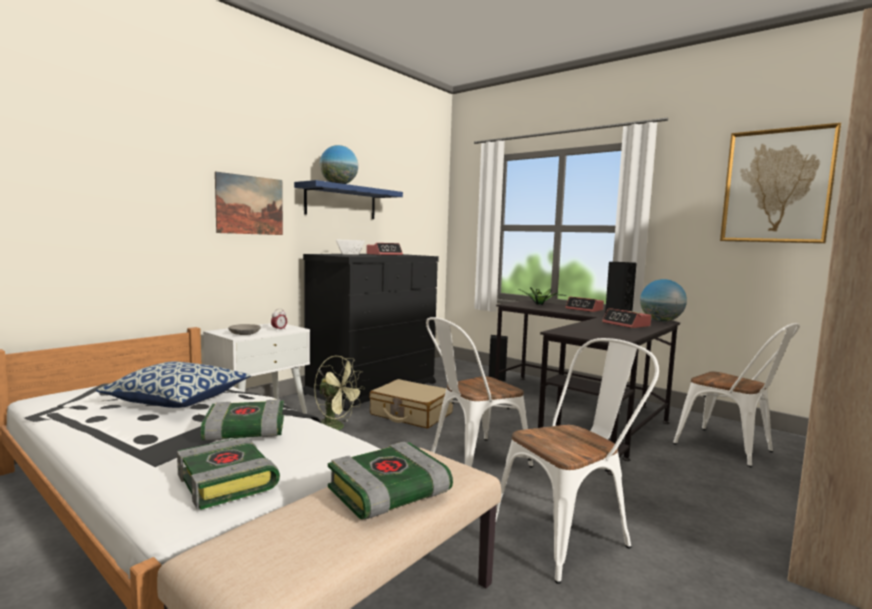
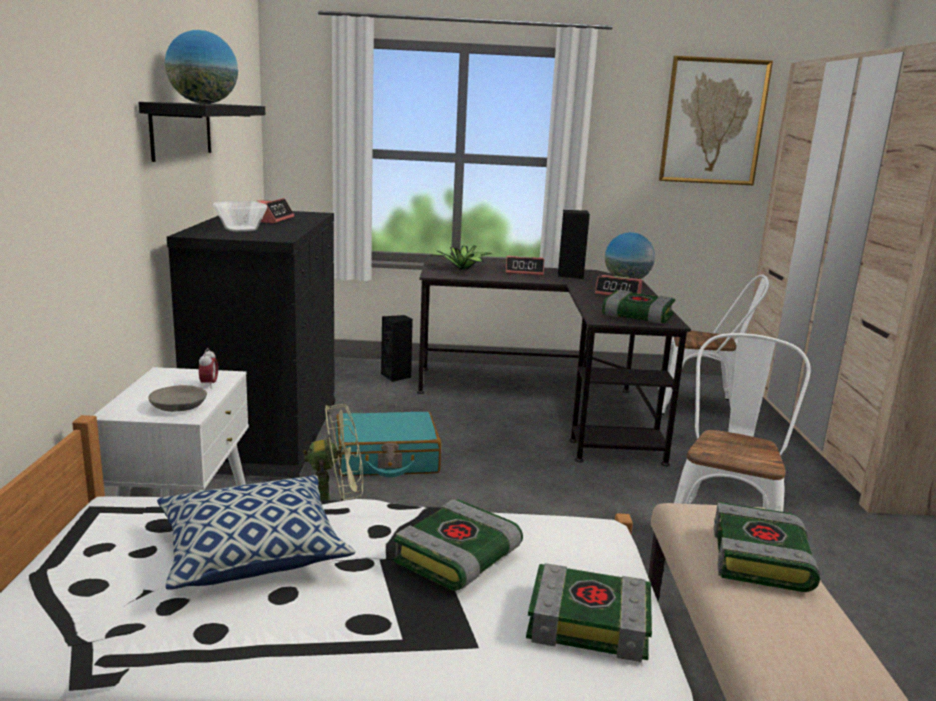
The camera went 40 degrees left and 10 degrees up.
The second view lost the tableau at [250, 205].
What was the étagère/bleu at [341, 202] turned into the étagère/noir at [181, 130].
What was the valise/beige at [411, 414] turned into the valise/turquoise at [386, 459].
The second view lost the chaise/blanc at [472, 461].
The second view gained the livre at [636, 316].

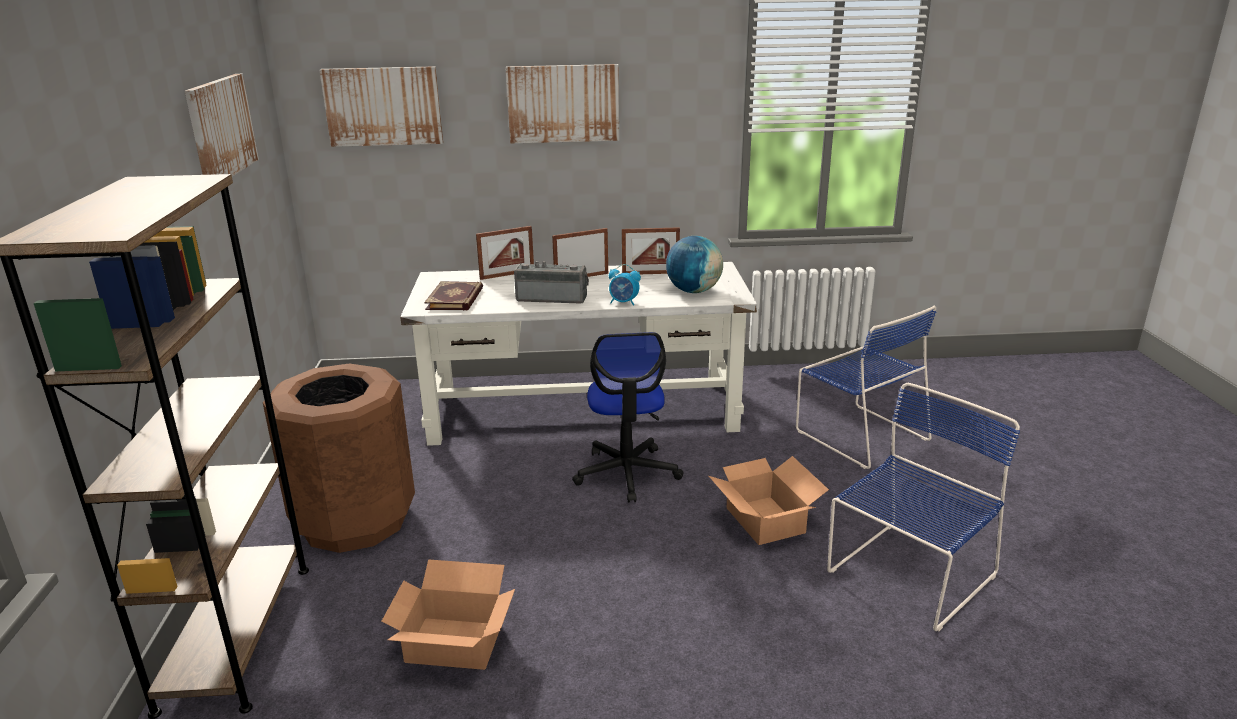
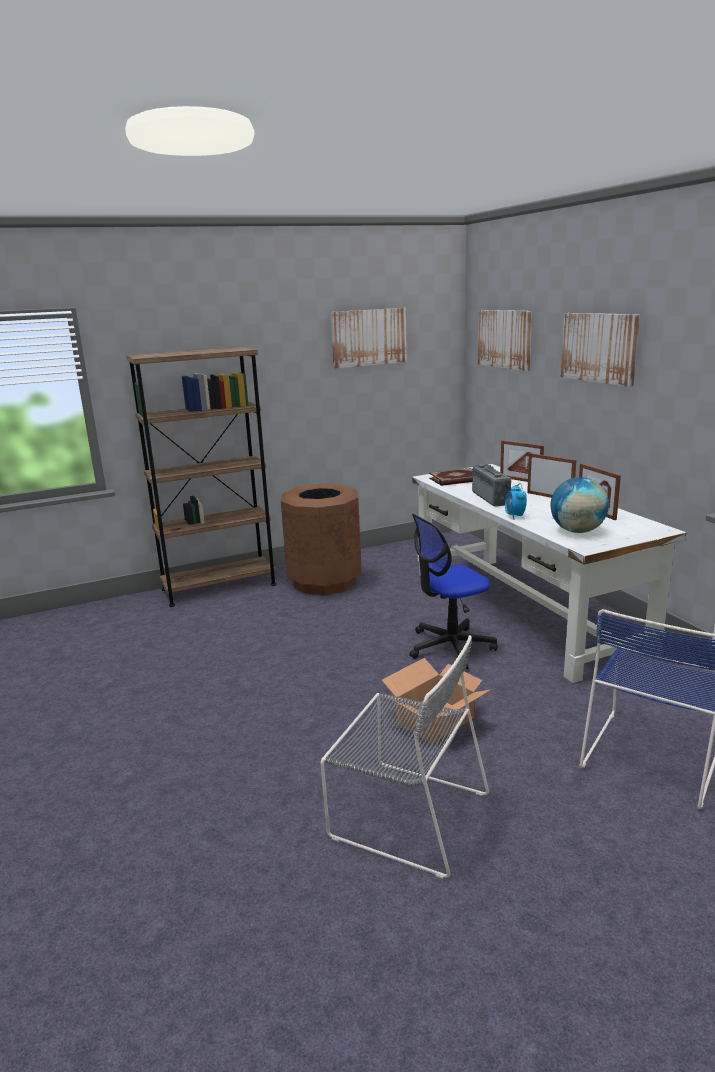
The camera went 70 degrees right and 5 degrees down.
The second view lost the carton at [453, 642].
What was the chaise/bleu at [908, 576] turned into the chaise/gris at [405, 813].

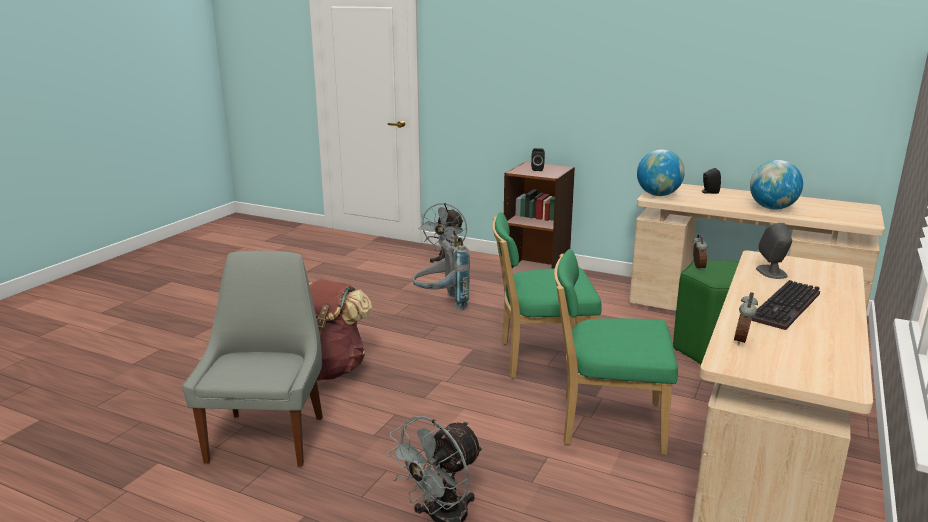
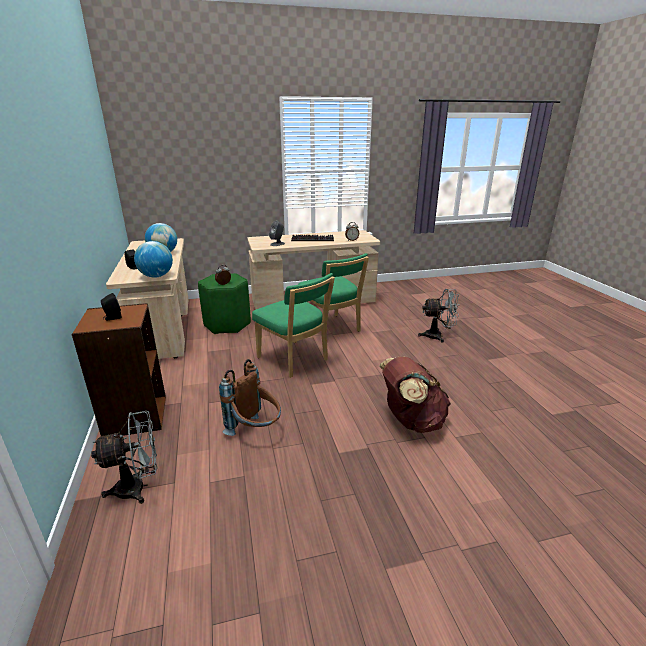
The camera went 130 degrees left and 5 degrees up.
The second view lost the chaise/gris at [268, 436].
What was the sac à dos/gris at [441, 304] turned into the sac à dos/marron at [255, 431].

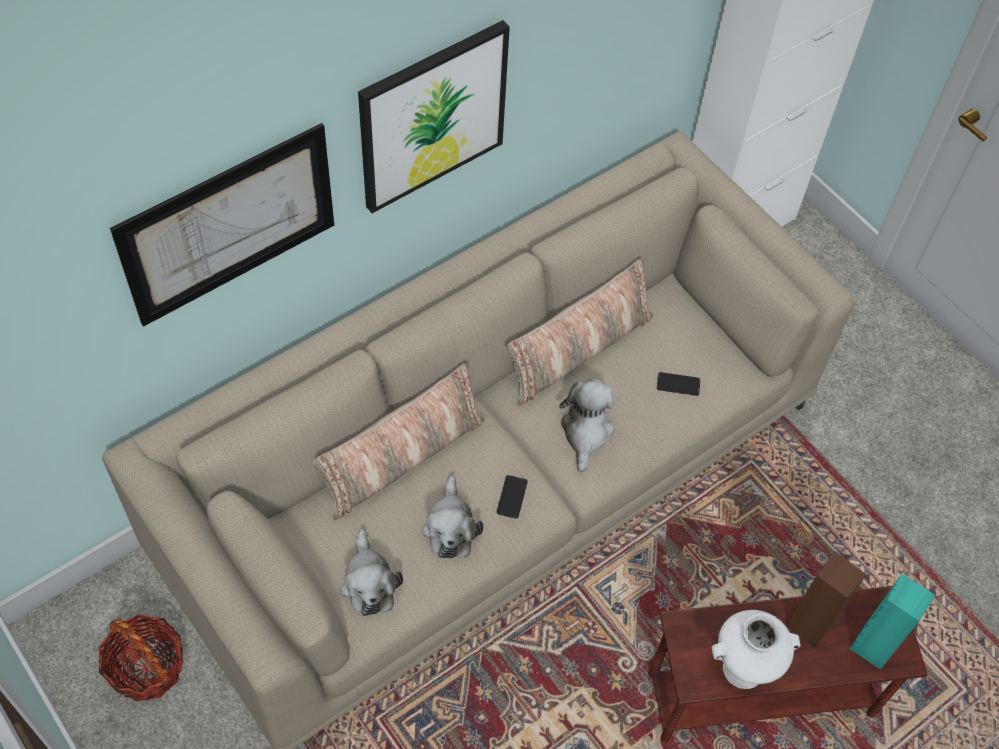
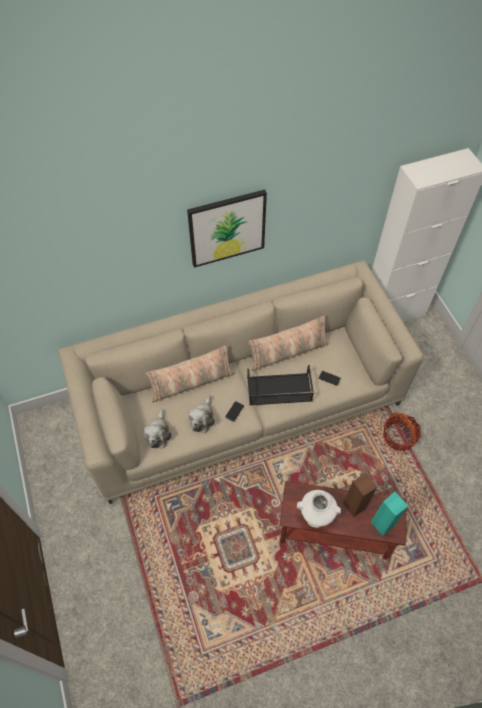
The camera went 20 degrees right and 0 degrees up.
The panier ended up elsewhere, having gone from [147, 667] to [399, 437].
The second view lost the tableau at [229, 225].
Where the peluche stood at [586, 431], the plateau/noir came to stand at [278, 390].

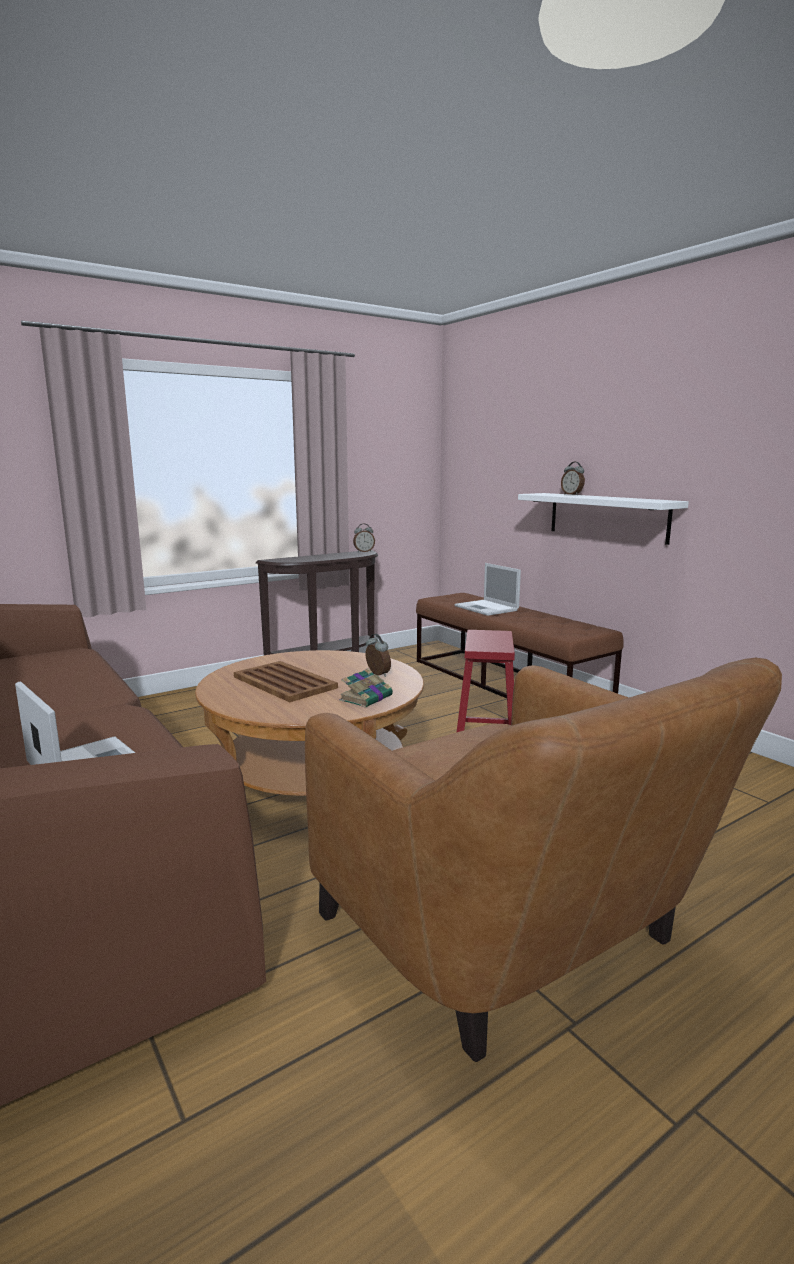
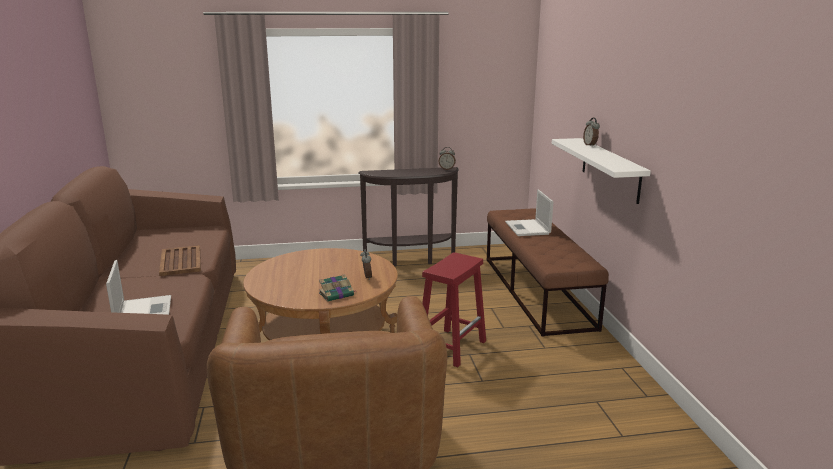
The camera went 25 degrees right and 5 degrees up.
The plateau/marron ended up elsewhere, having gone from [285, 683] to [180, 261].

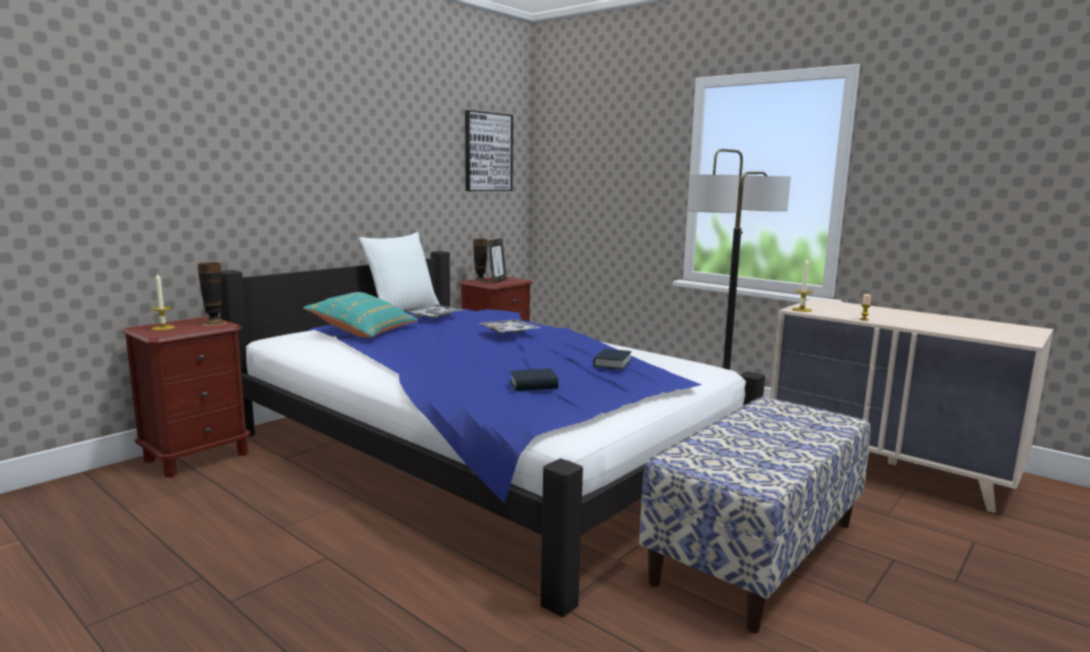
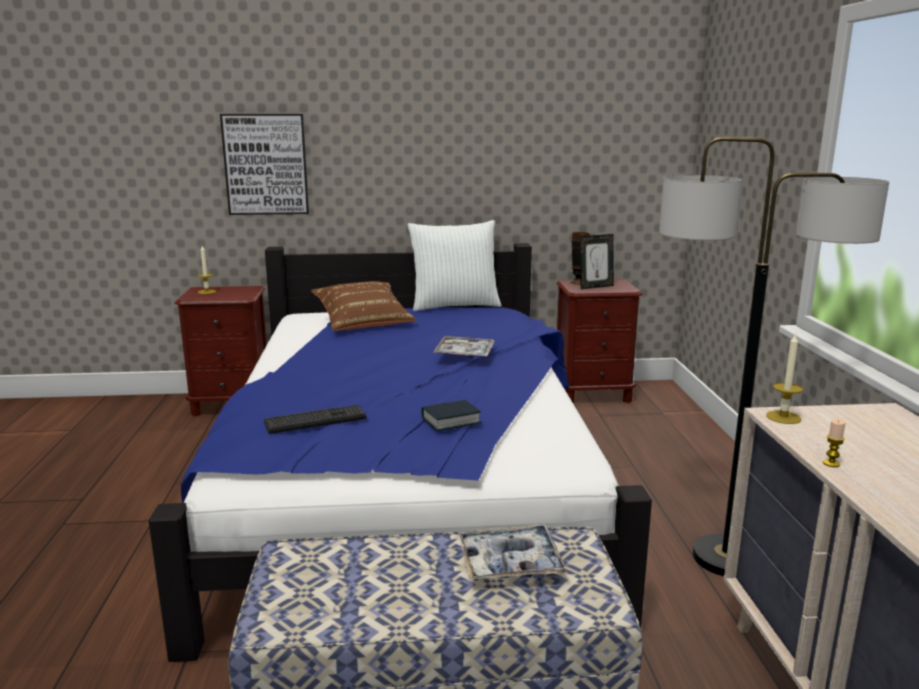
The camera went 45 degrees right and 5 degrees up.
The second view lost the vase at [214, 323].
What was the coussin/turquoise at [363, 331] turned into the coussin/marron at [363, 322].
The plateau ended up elsewhere, having gone from [435, 316] to [510, 562].
The tableau ended up elsewhere, having gone from [487, 152] to [266, 164].
Where the livre stood at [533, 385], the clavier came to stand at [315, 420].

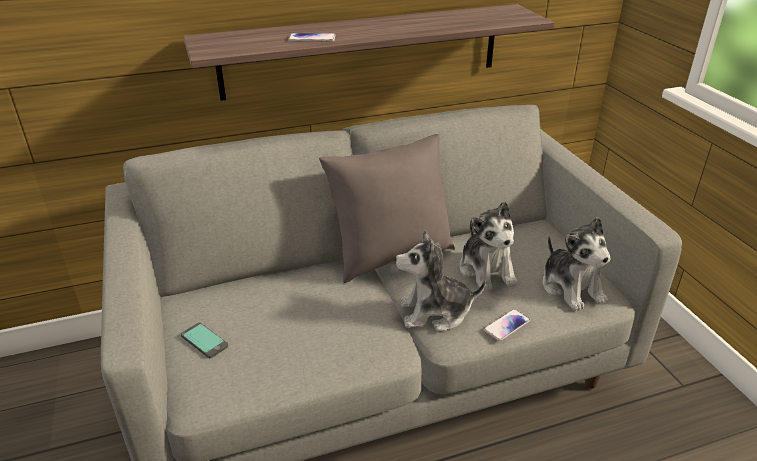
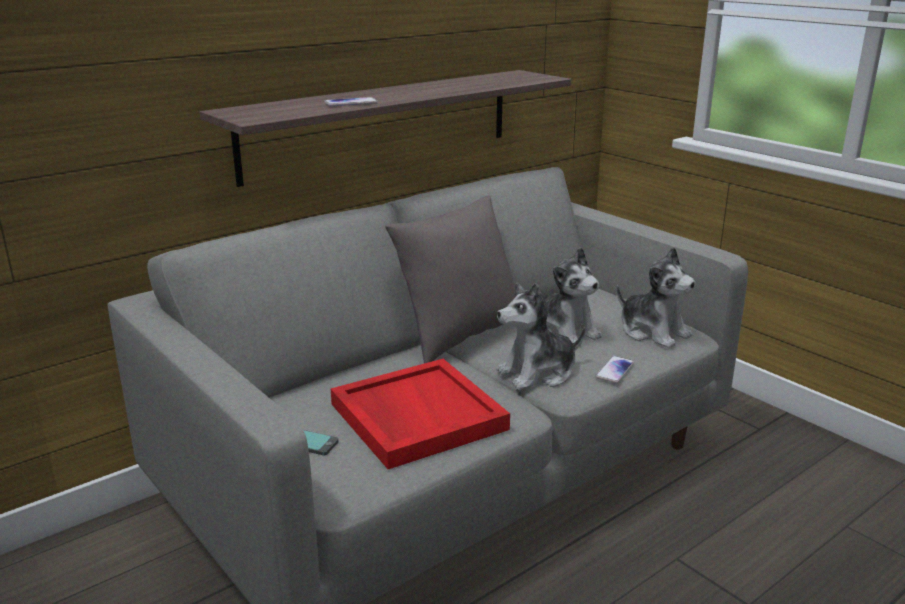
The camera went 20 degrees left and 10 degrees down.
The second view gained the plateau/rouge at [416, 416].

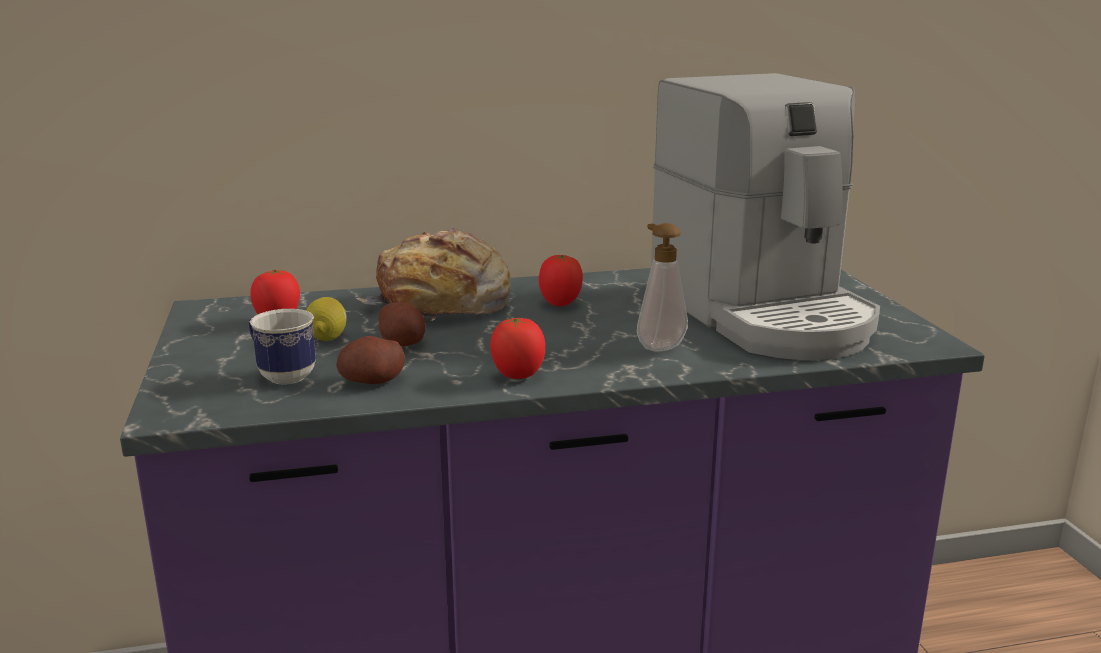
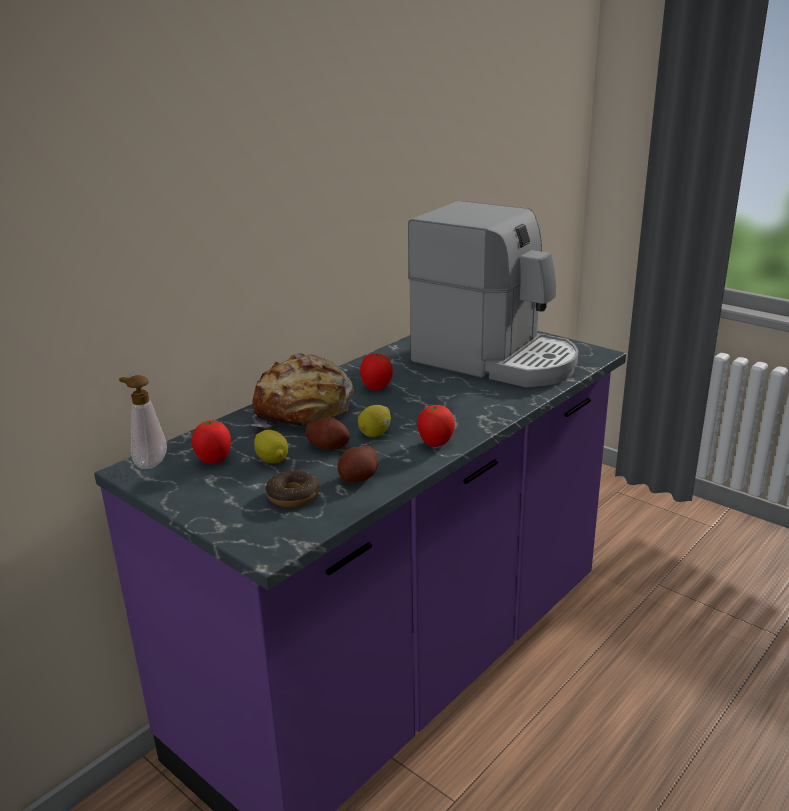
The camera went 35 degrees left and 5 degrees up.
Where the mug stood at [281, 375], the beignet came to stand at [293, 496].
The distributeur de savon ended up elsewhere, having gone from [658, 346] to [149, 463].
The second view gained the citron at [375, 434].

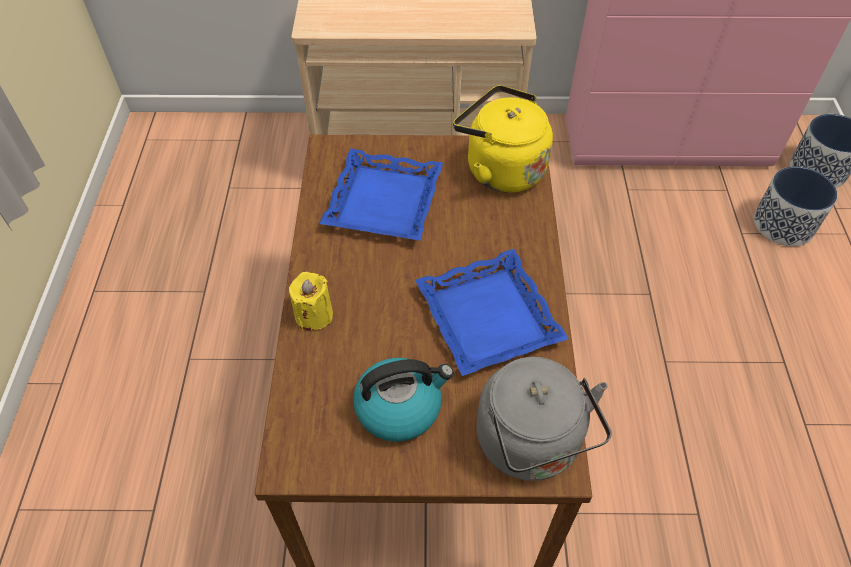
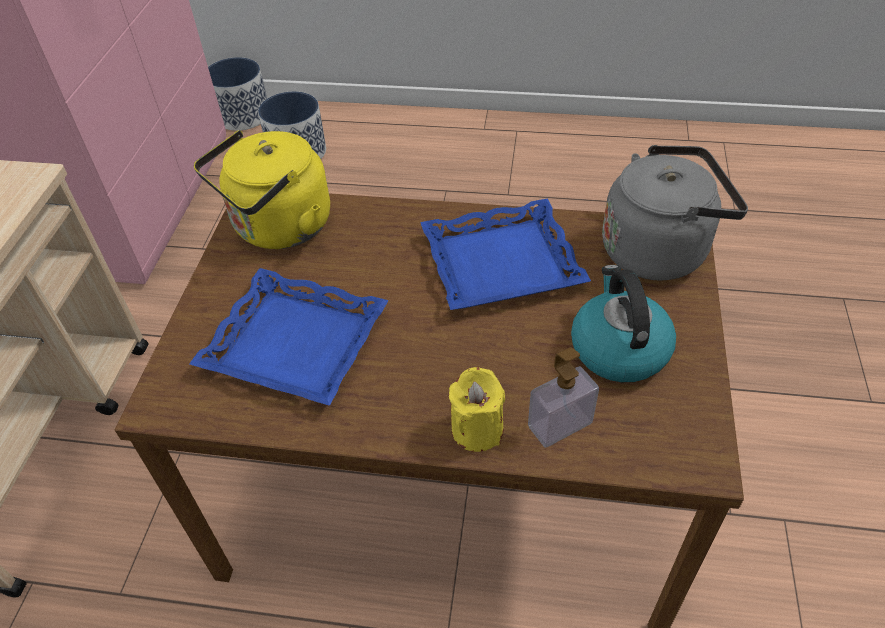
The camera went 80 degrees left and 5 degrees down.
The second view gained the distributeur de savon at [560, 425].

